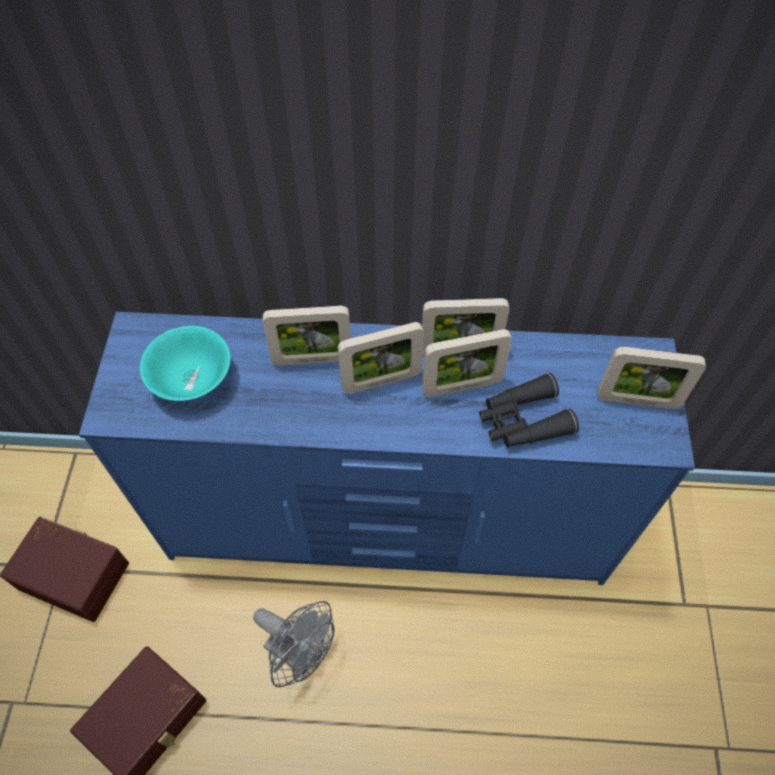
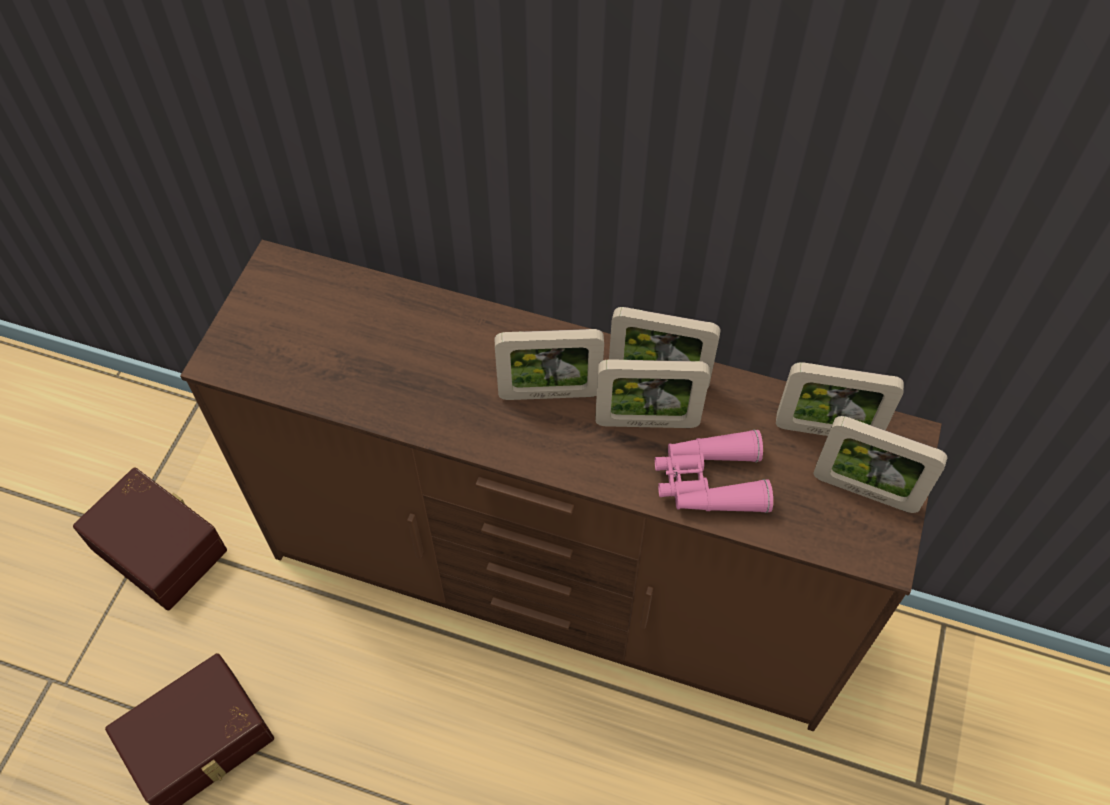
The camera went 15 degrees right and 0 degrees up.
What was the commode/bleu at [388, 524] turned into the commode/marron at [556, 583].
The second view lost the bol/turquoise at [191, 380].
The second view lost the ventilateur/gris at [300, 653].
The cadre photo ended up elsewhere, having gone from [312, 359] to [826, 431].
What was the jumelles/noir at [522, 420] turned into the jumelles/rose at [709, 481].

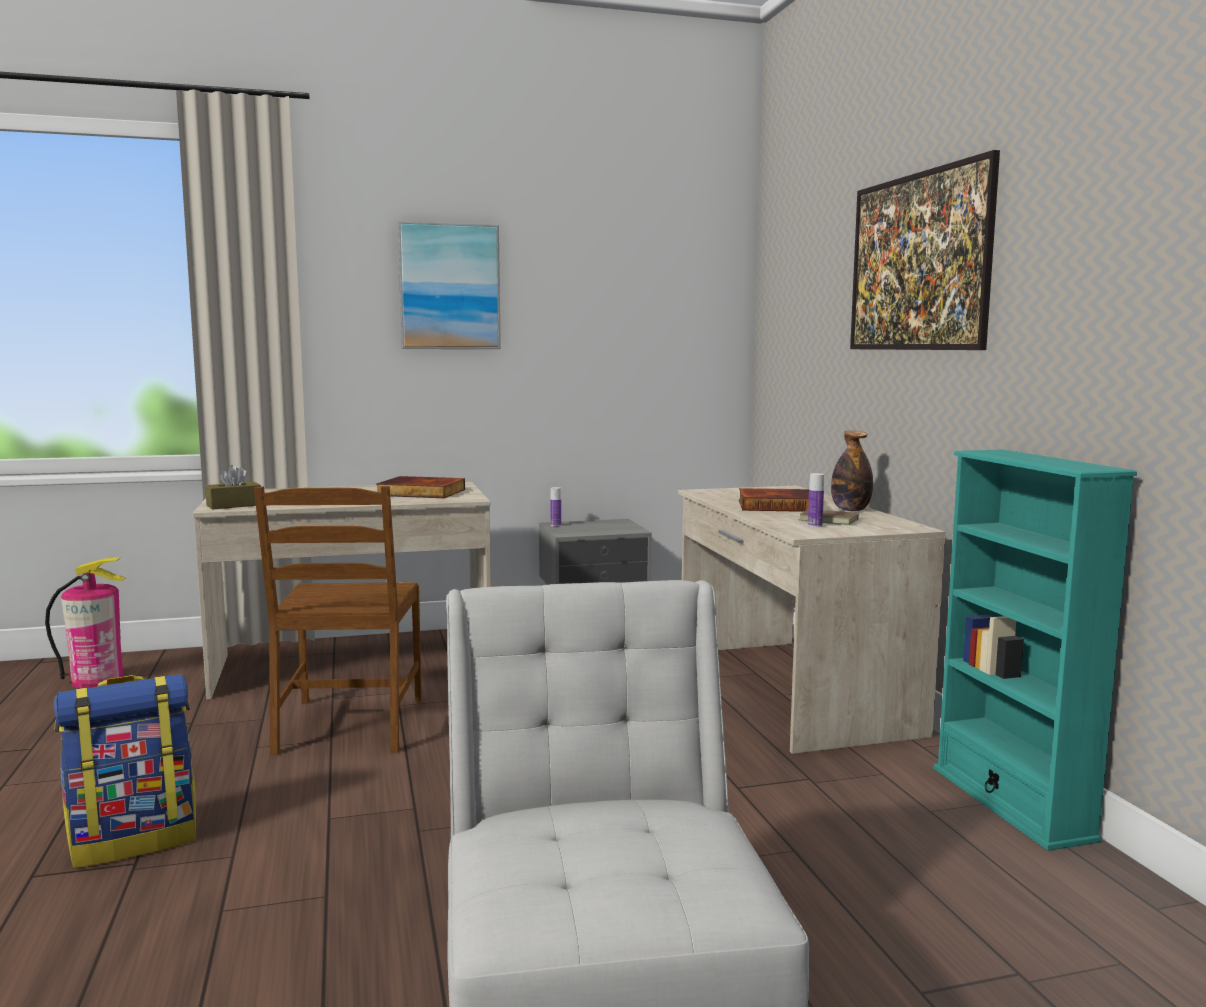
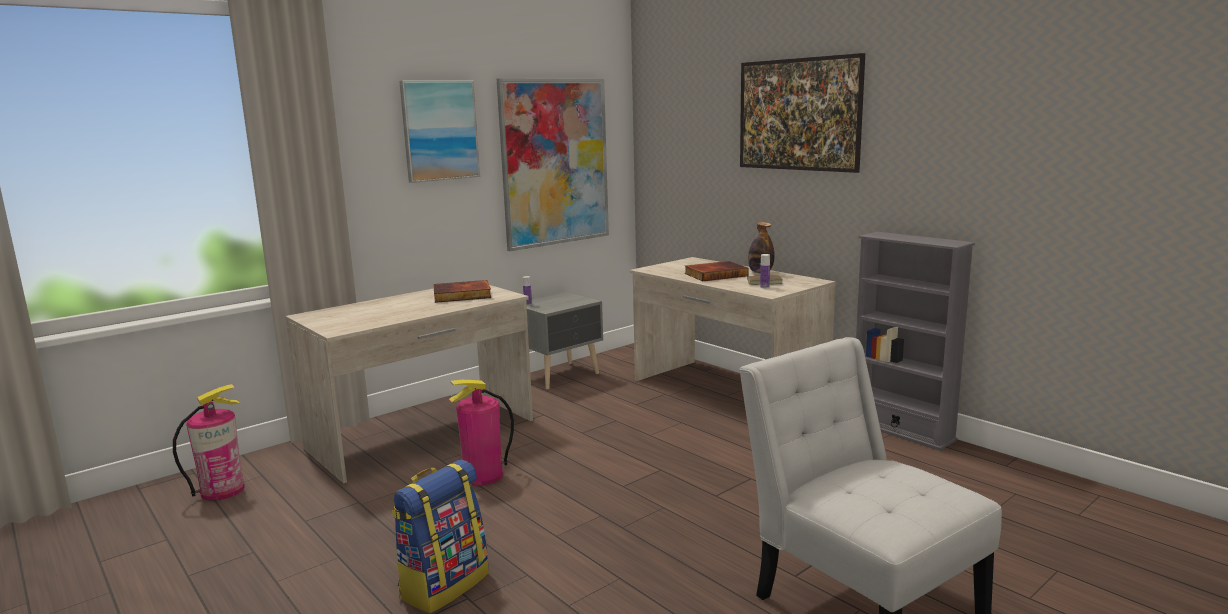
The camera went 25 degrees left and 5 degrees up.
The second view lost the boîte à mouchoirs/marron at [234, 505].
Where the chaise/marron stood at [349, 726], the extincteur came to stand at [483, 476].
What was the bibliothèque/turquoise at [1011, 803] turned into the bibliothèque/gris at [901, 430].
The second view gained the tableau at [555, 162].

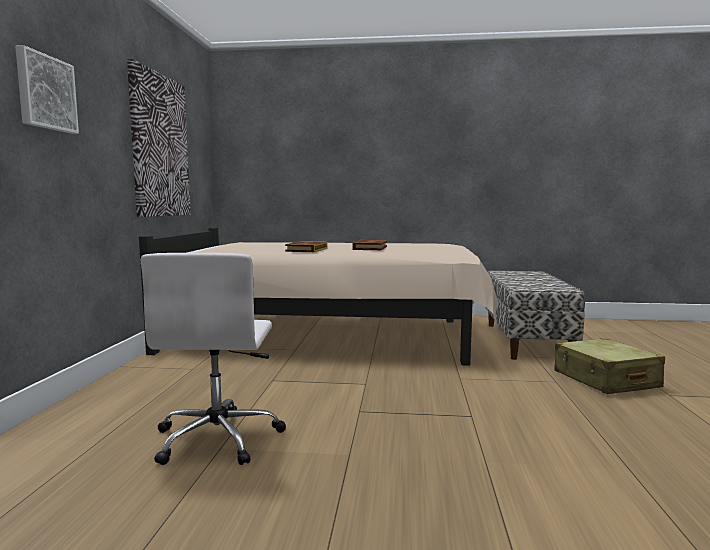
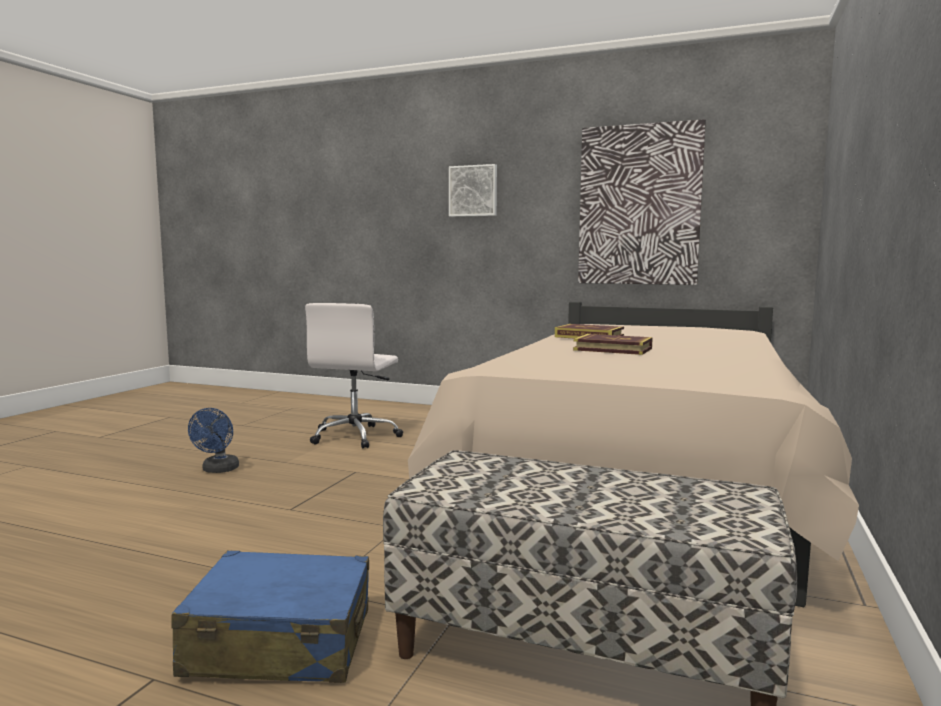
The camera went 105 degrees right and 0 degrees up.
The chaise de bureau/blanc at [218, 438] ended up facing another way, 90 degrees counterclockwise from before.
What was the valise/beige at [605, 380] turned into the valise/bleu at [280, 642].
The second view gained the ventilateur/bleu at [218, 470].

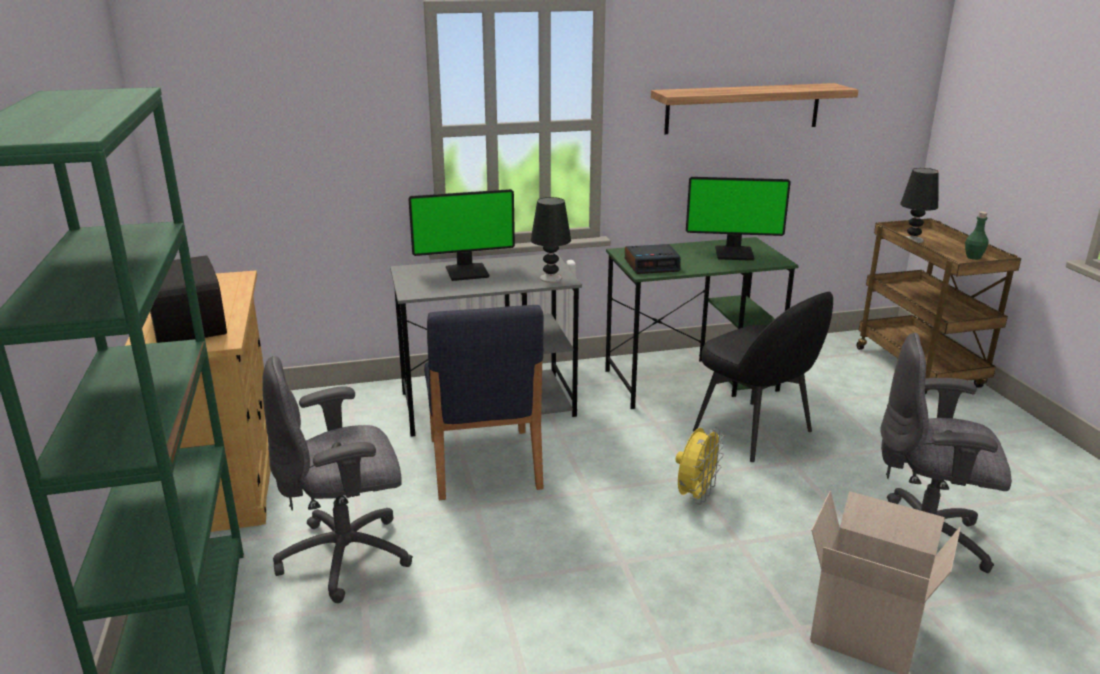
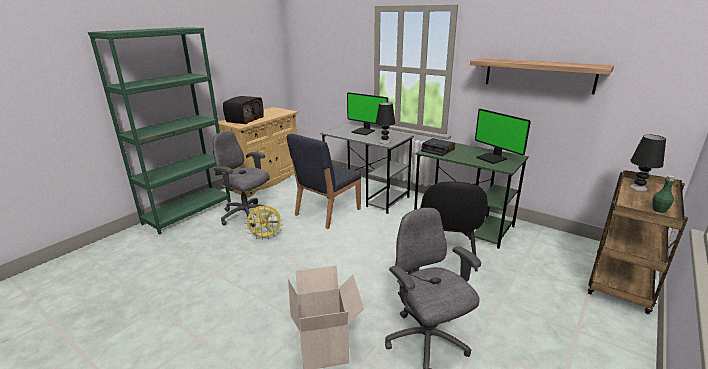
The camera went 50 degrees right and 0 degrees up.
The ventilateur/jaune ended up elsewhere, having gone from [695, 495] to [266, 237].

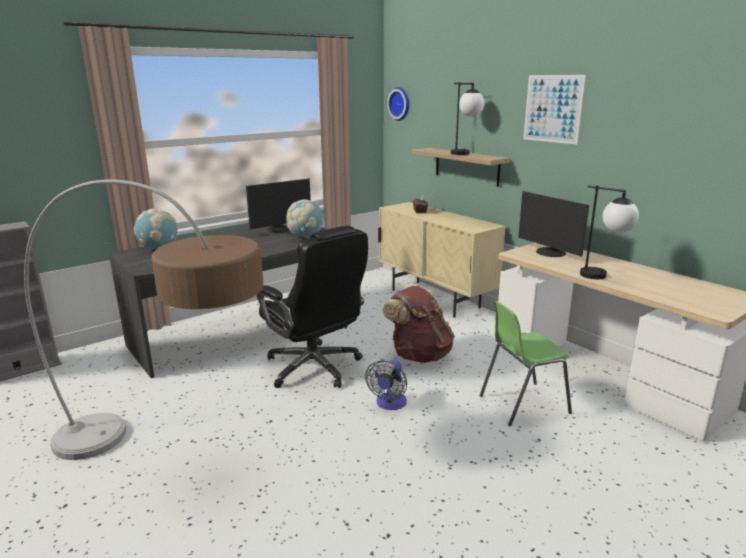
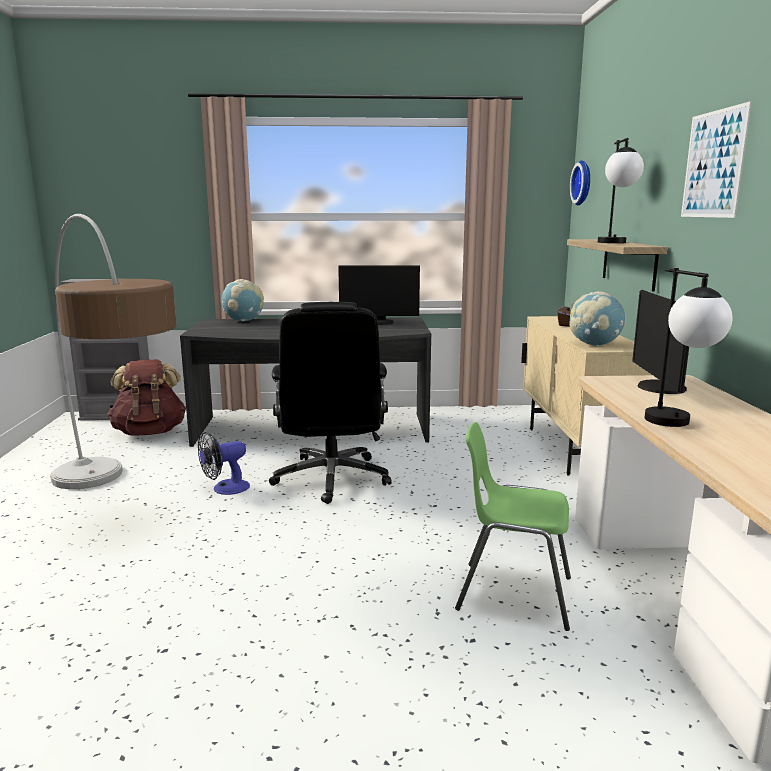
The camera went 35 degrees right and 5 degrees down.
The globe ended up elsewhere, having gone from [305, 236] to [594, 345].
The ventilateur ended up elsewhere, having gone from [389, 404] to [225, 489].
The sac à dos/marron ended up elsewhere, having gone from [419, 355] to [150, 432].

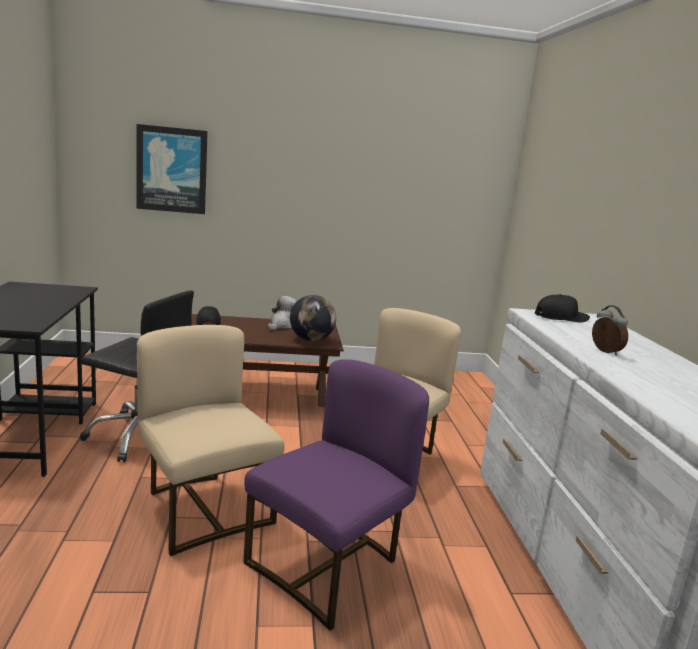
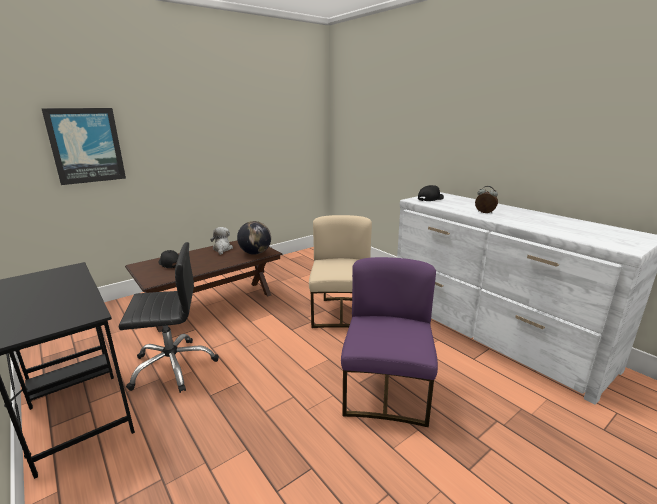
The camera went 30 degrees left and 5 degrees up.
The second view lost the chaise/beige at [204, 509].

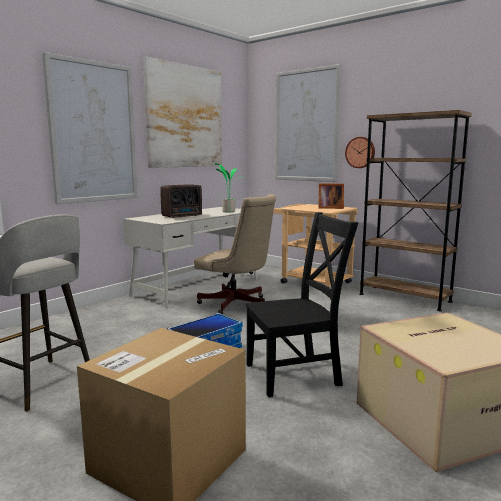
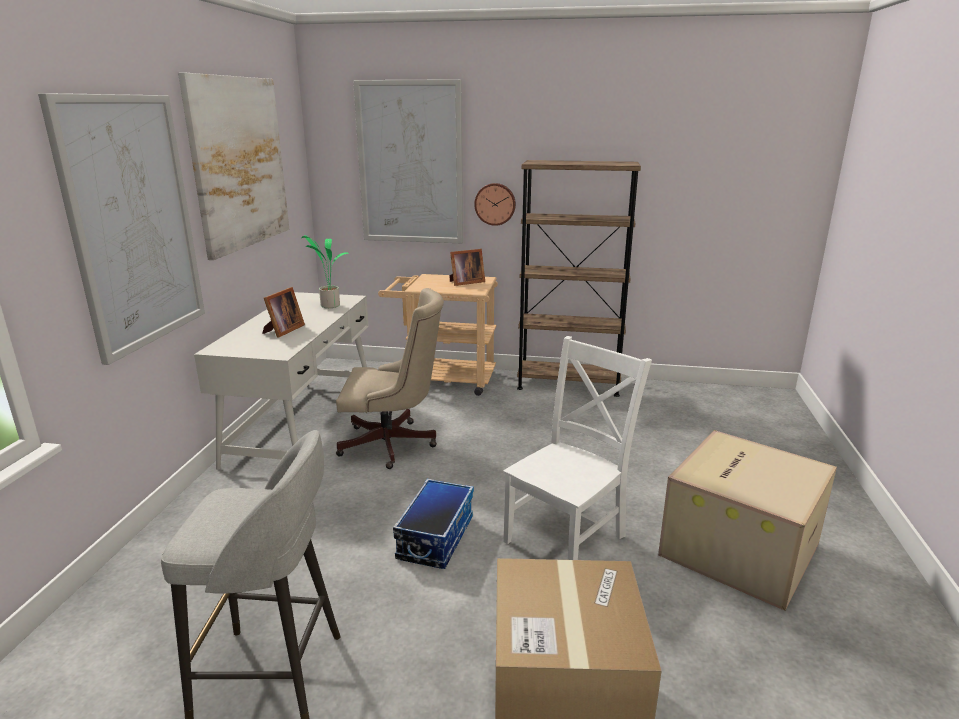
The camera went 30 degrees left and 10 degrees up.
Where the radio stood at [183, 216], the cadre photo came to stand at [283, 331].
What was the chaise/noir at [296, 374] turned into the chaise/blanc at [568, 536].

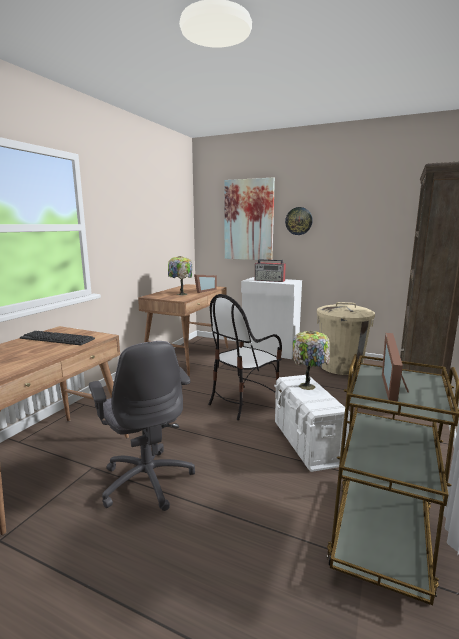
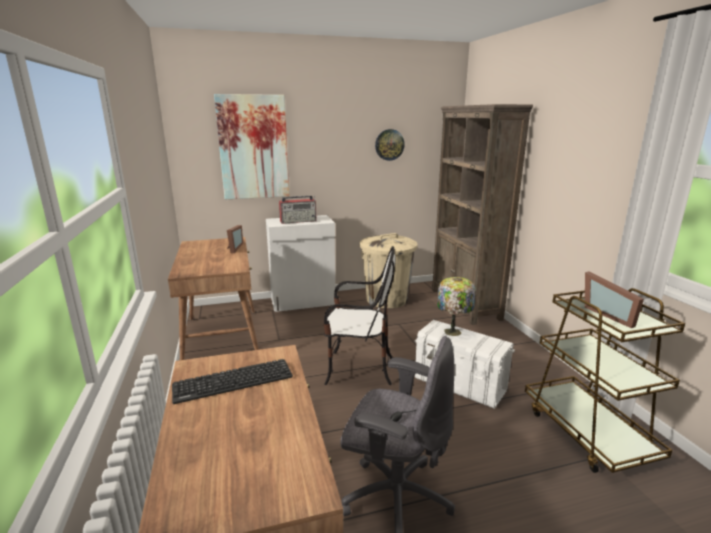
The camera went 40 degrees left and 5 degrees up.
The second view lost the lampe de table at [181, 294].
The chaise at [243, 402] ended up facing another way, 90 degrees counterclockwise from before.
The horloge murale ended up elsewhere, having gone from [299, 221] to [389, 145].

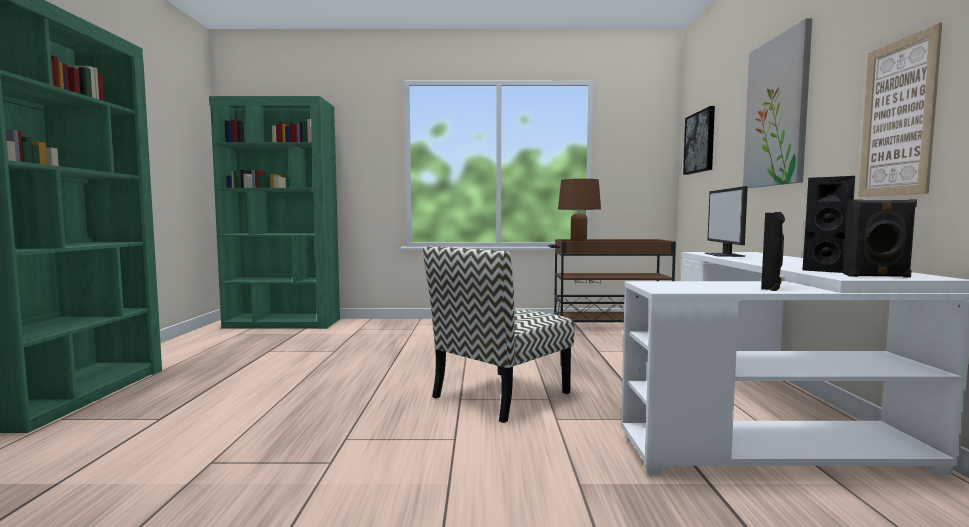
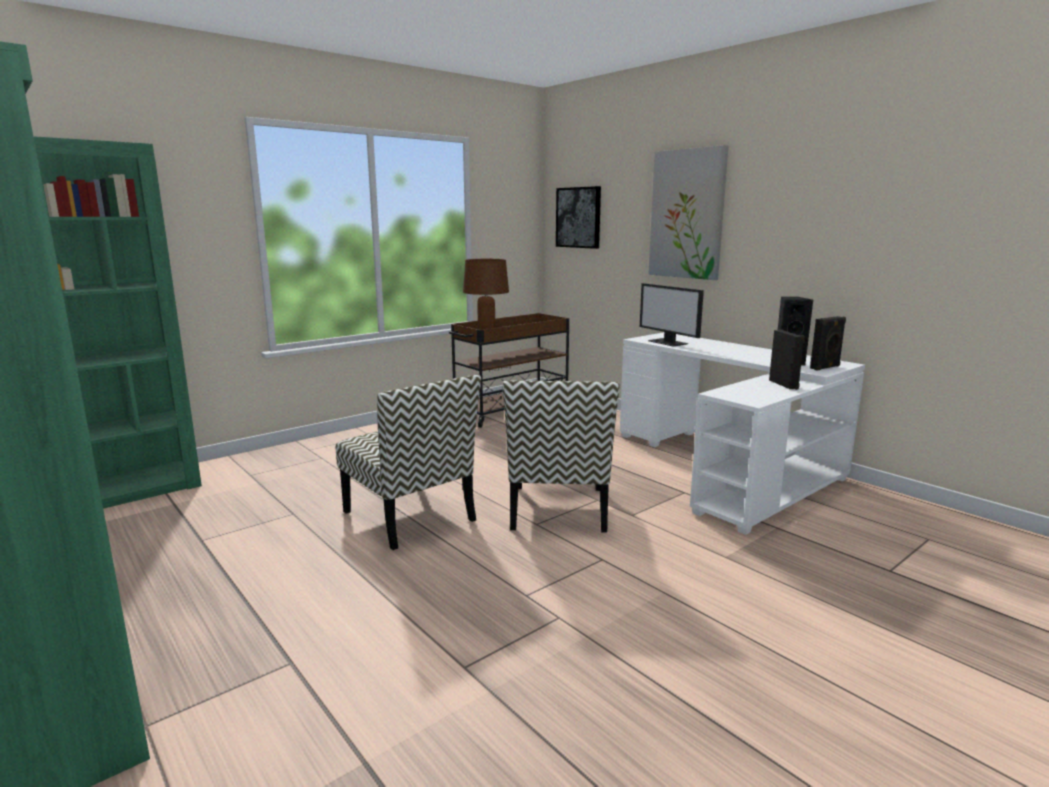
The camera went 40 degrees left and 10 degrees up.
The second view lost the tableau at [897, 118].
The second view gained the chaise at [410, 516].

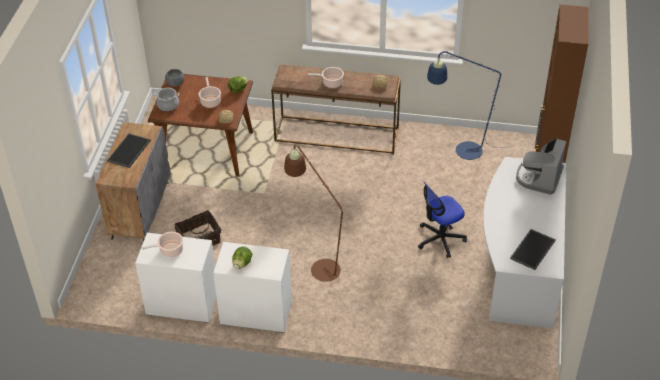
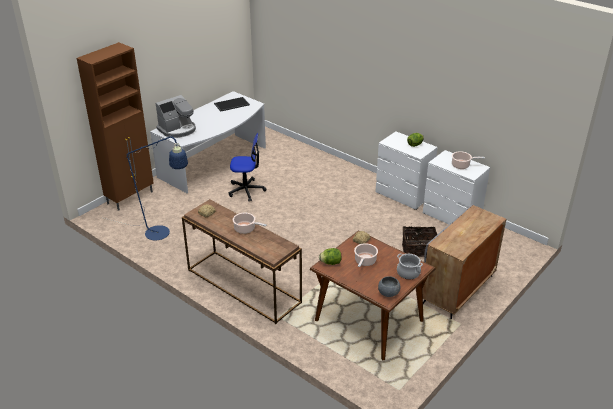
The camera went 150 degrees left and 10 degrees down.
The second view lost the plateau at [129, 151].
The second view lost the lampadaire/marron at [320, 265].

